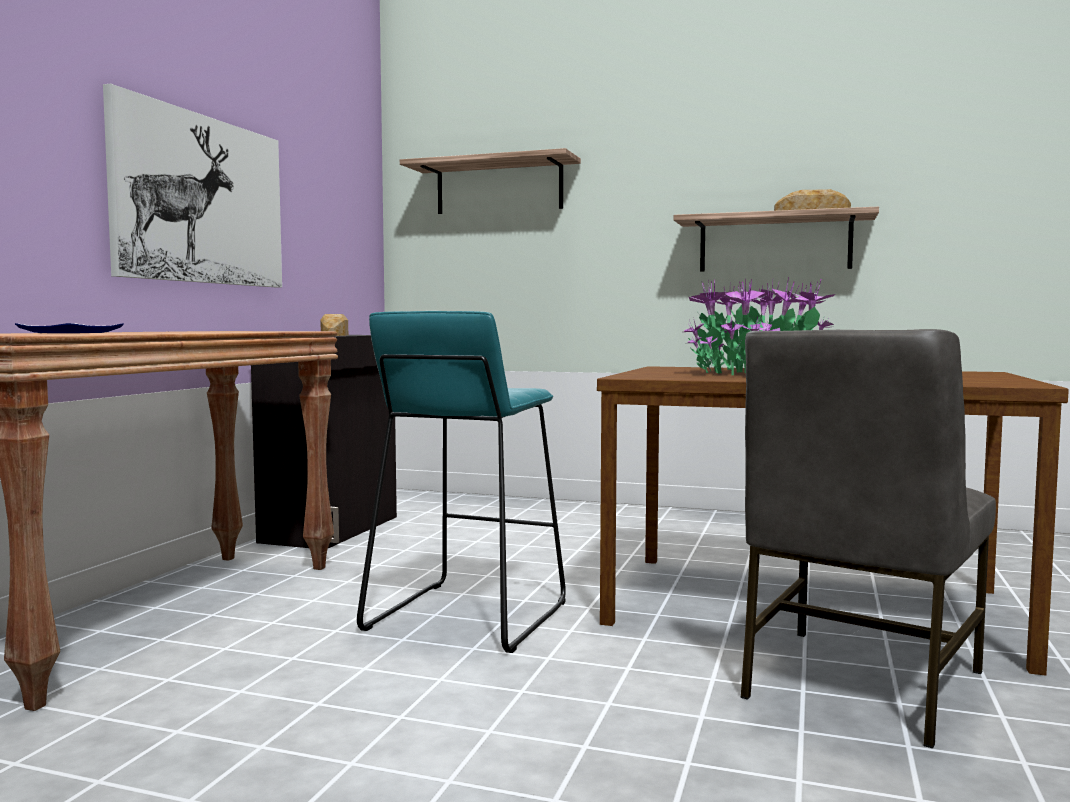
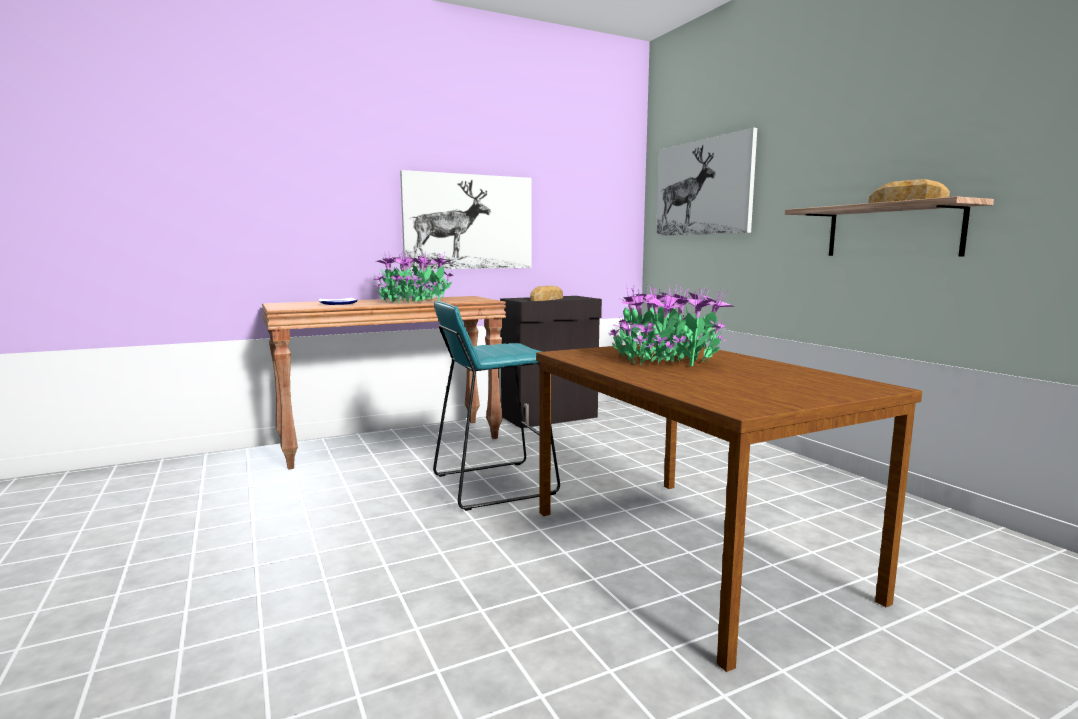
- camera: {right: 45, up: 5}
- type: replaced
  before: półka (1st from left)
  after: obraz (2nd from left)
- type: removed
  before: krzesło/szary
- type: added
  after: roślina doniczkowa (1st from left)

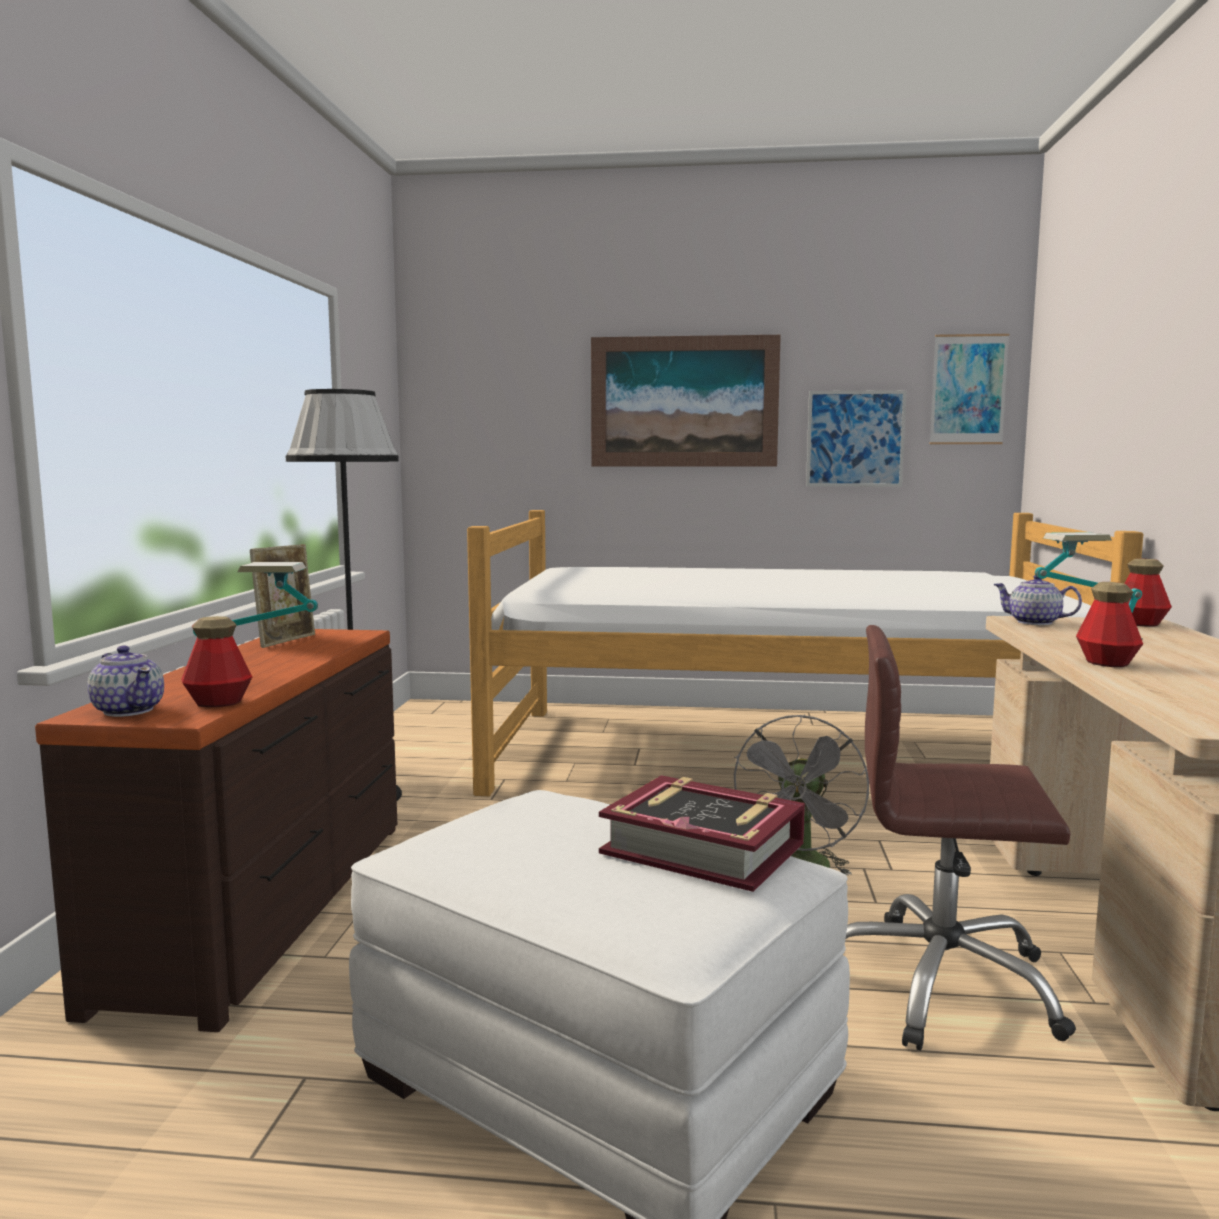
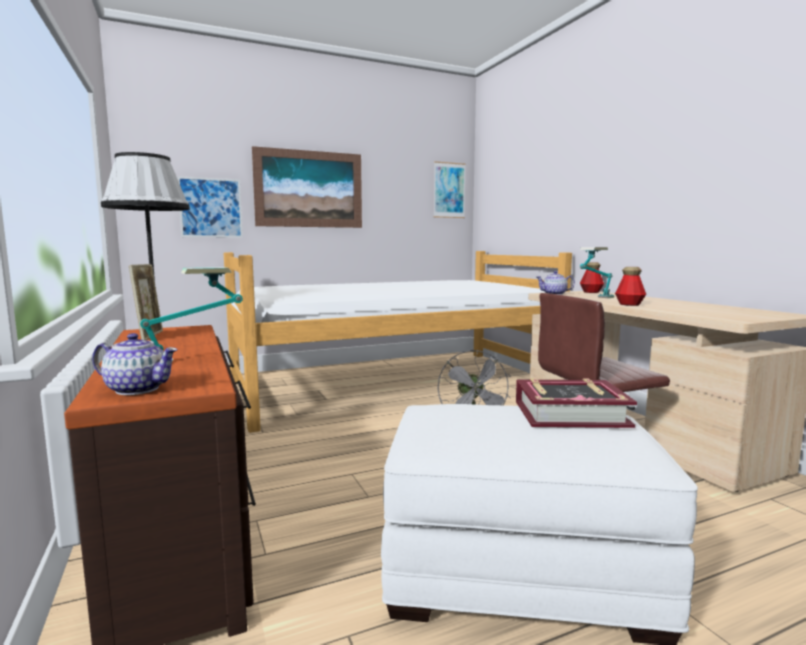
- camera: {right: -30, up: 0}
- type: moved
  before: obraz (2nd from left in the first image)
  after: obraz (1st from left)
- type: removed
  before: butelka (1st from left)

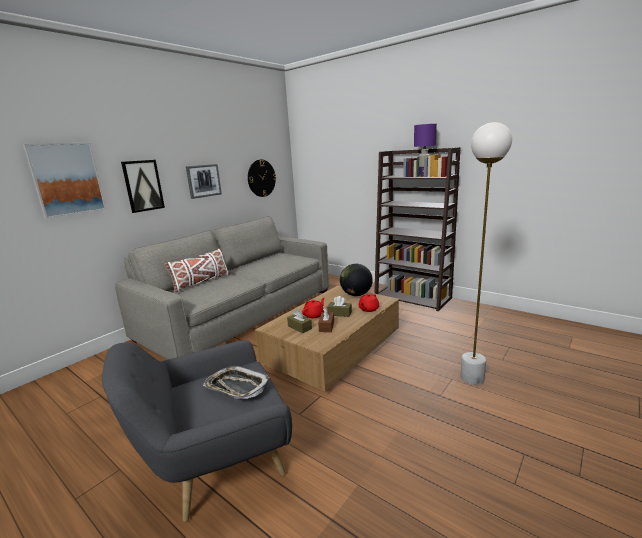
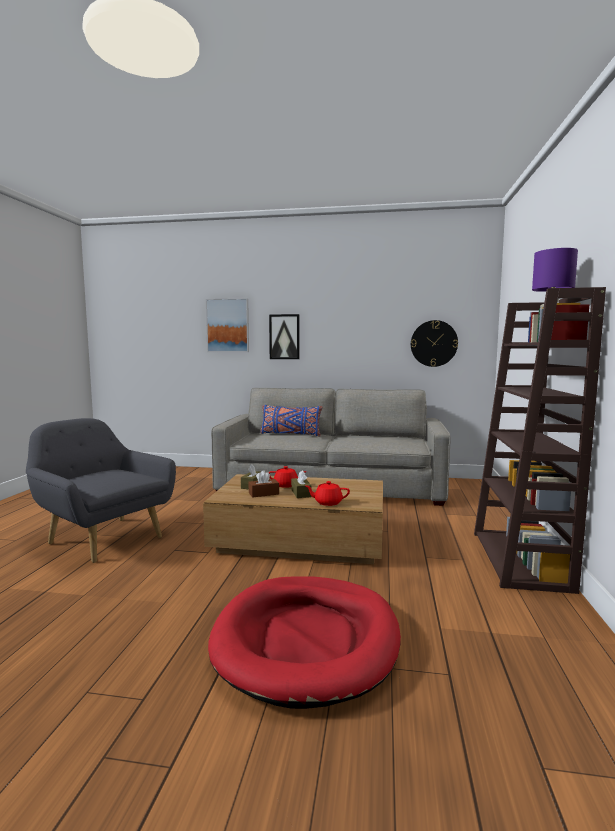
- camera: {right: 60, up: -10}
- type: replaced
  before: lampa stojąca/biały
  after: legowisko/czerwony
- type: removed
  before: obraz (3rd from left)
- type: recoloured
  before: poduszka/biały
  after: poduszka/niebieski
- type: removed
  before: globus
- type: removed
  before: taca

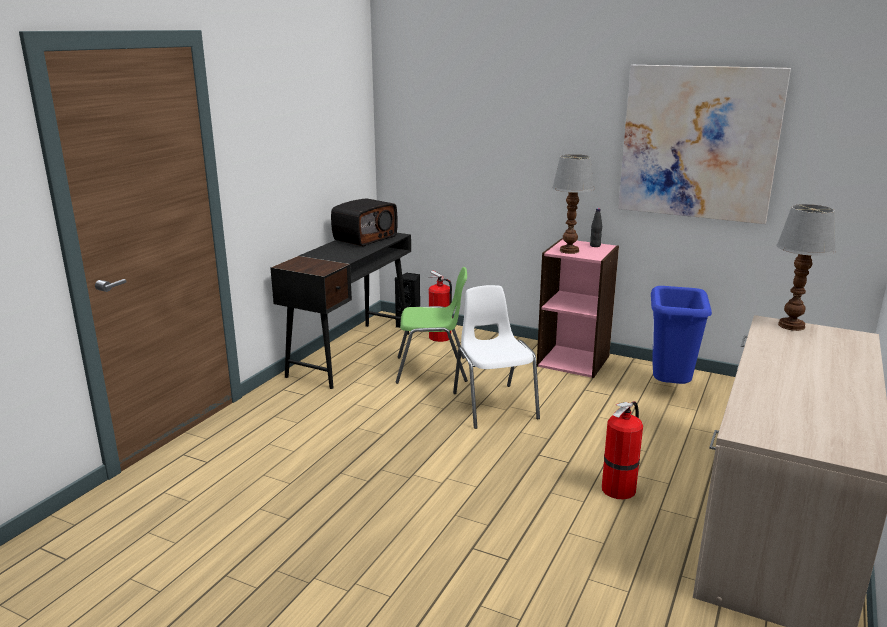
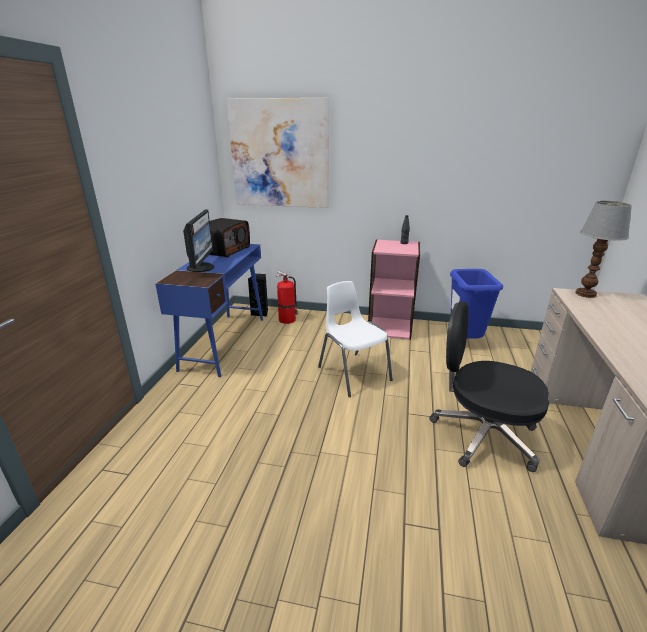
- camera: {right: -15, up: 5}
- type: moved
  before: obraz
- type: removed
  before: lampa stołowa (1st from left)
- type: recoloured
  before: biurko/czarny
  after: biurko/niebieski
- type: removed
  before: krzesło/zielony
- type: replaced
  before: gaśnica (2nd from left)
  after: krzesło biurowe/czarny
- type: added
  after: monitor

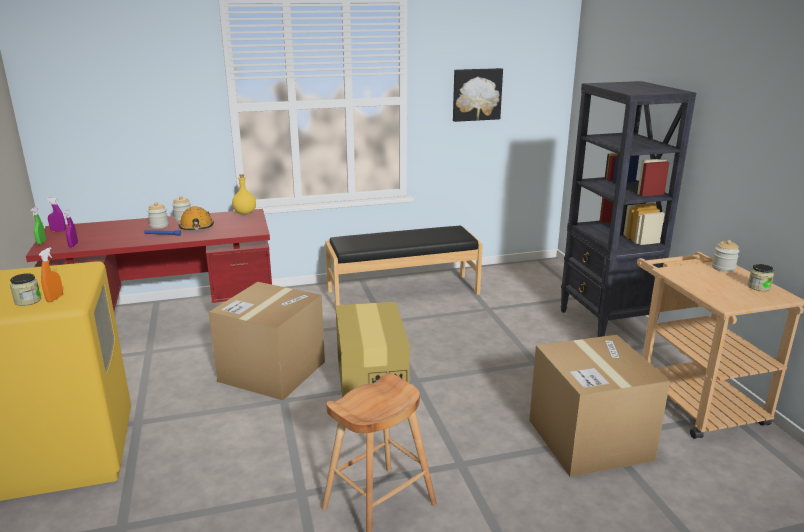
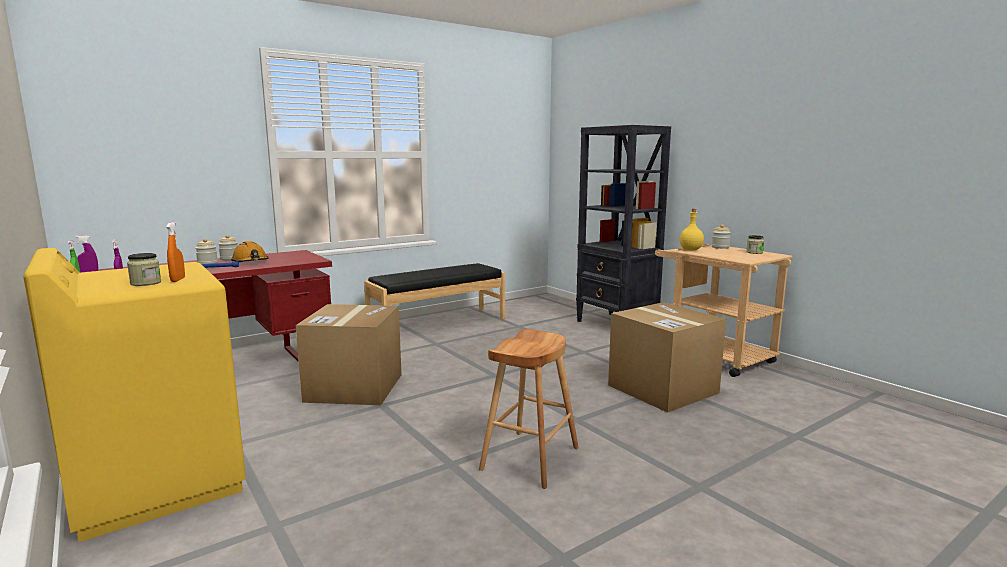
- camera: {right: -20, up: -10}
- type: removed
  before: obraz
- type: moved
  before: butelka/żółty
- type: removed
  before: karton (2nd from left)

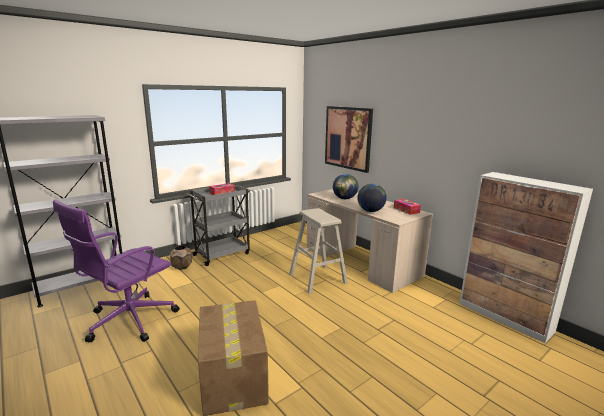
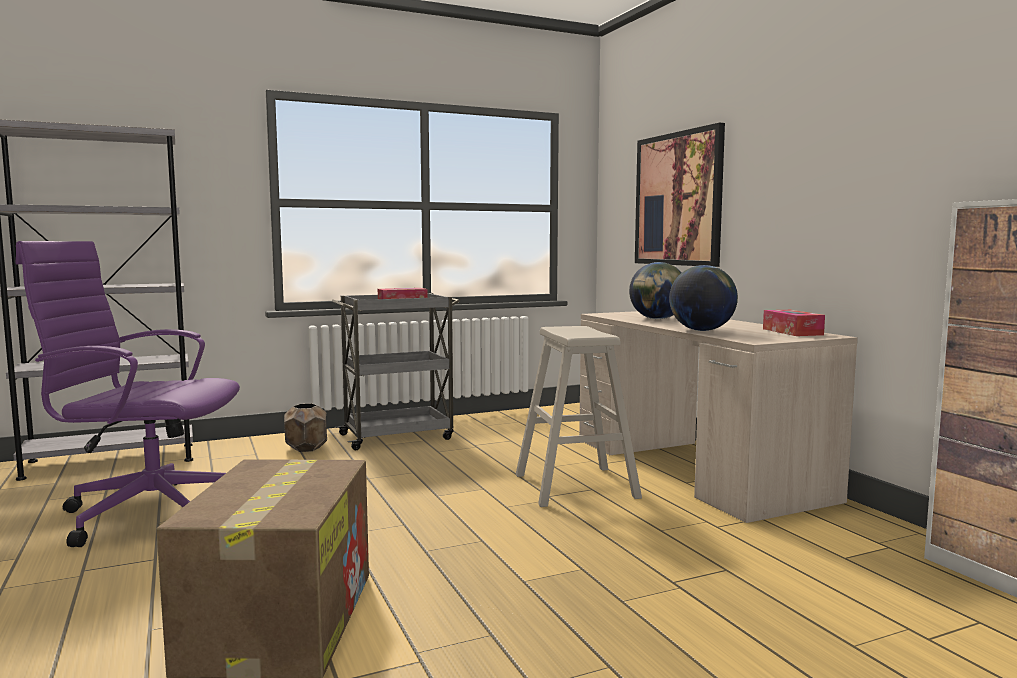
- camera: {right: 15, up: -10}
- type: turned
  before: krzesło biurowe/fioletowy
  turn: 45

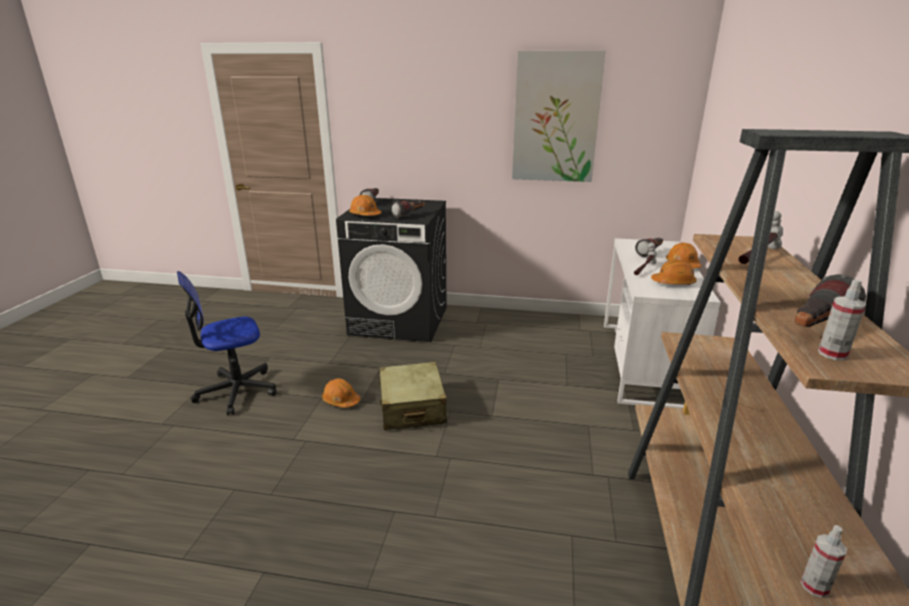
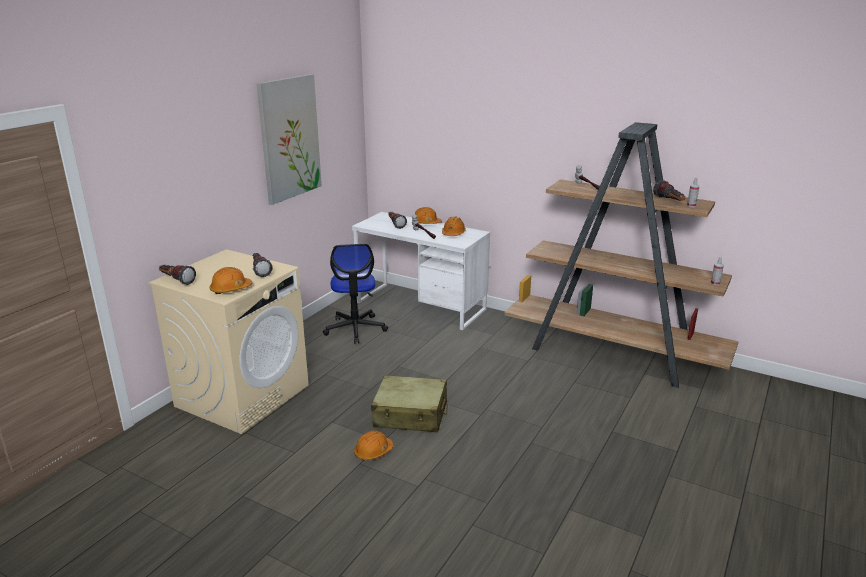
- camera: {right: -70, up: 0}
- type: recoloured
  before: pralka/czarny
  after: pralka/beżowy
- type: moved
  before: krzesło biurowe

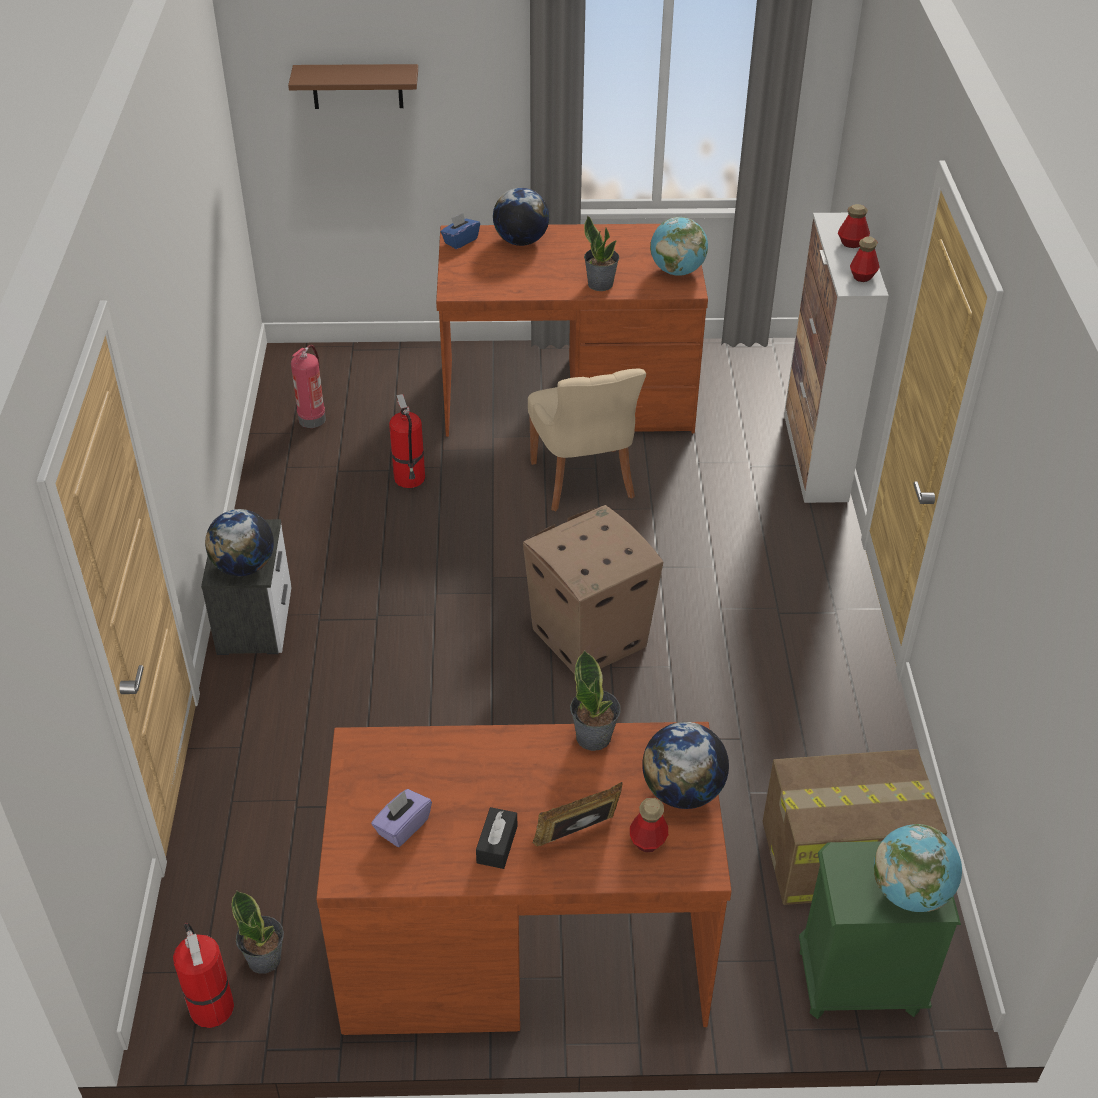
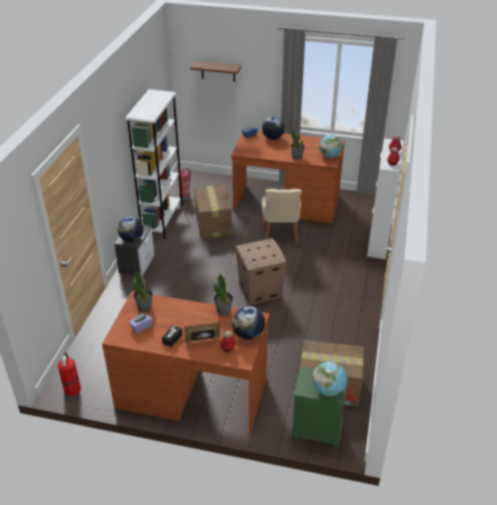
- camera: {right: 15, up: -5}
- type: replaced
  before: gaśnica (3rd from left)
  after: karton (1st from left)
- type: moved
  before: roślina doniczkowa (1st from left)
- type: added
  after: regał/biały

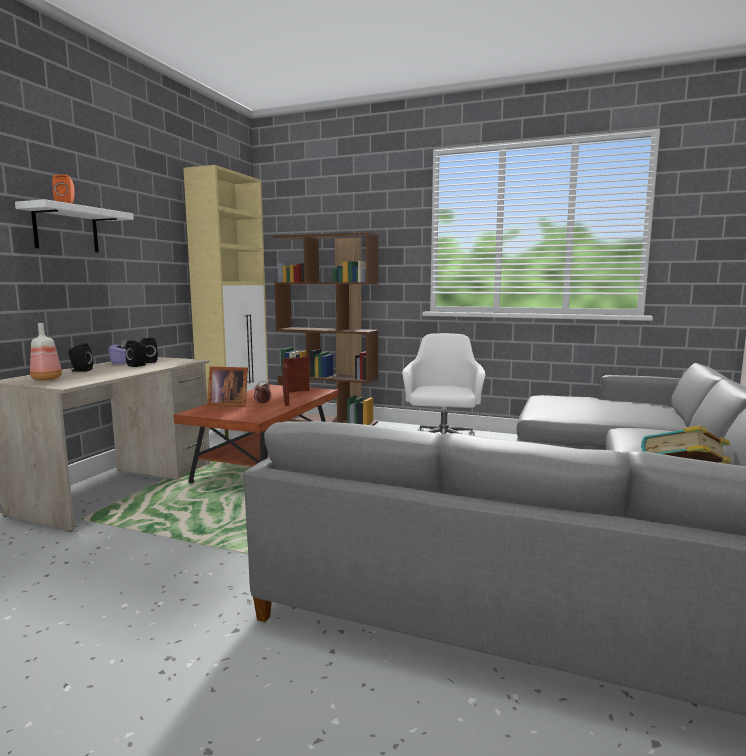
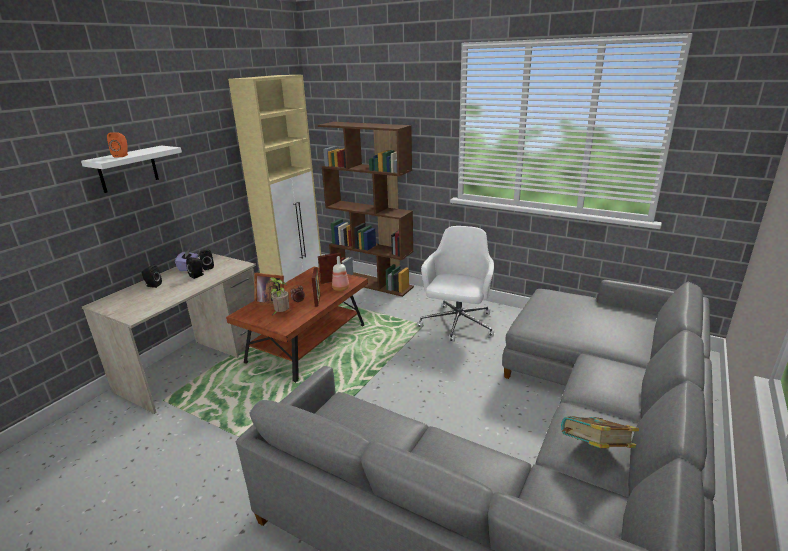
- camera: {right: 10, up: 15}
- type: moved
  before: butelka
- type: added
  after: roślina doniczkowa

